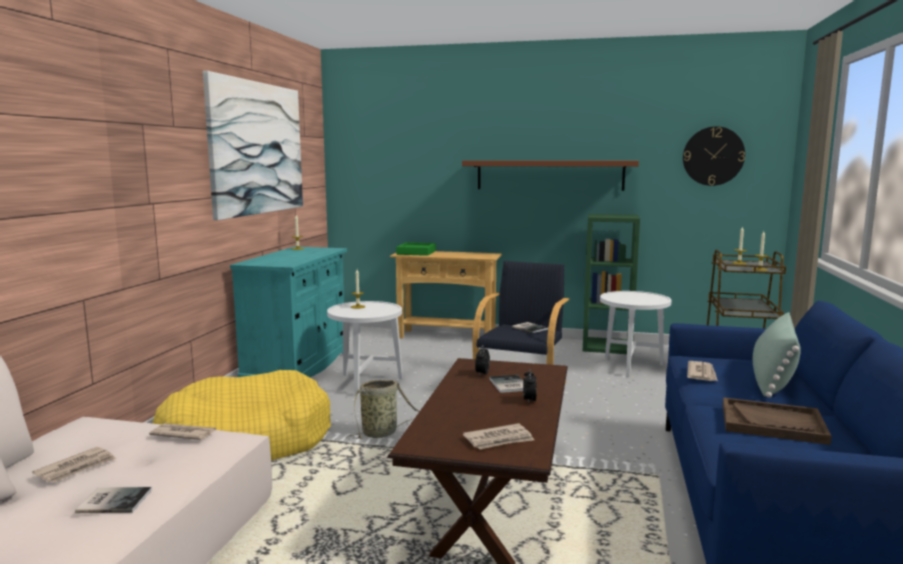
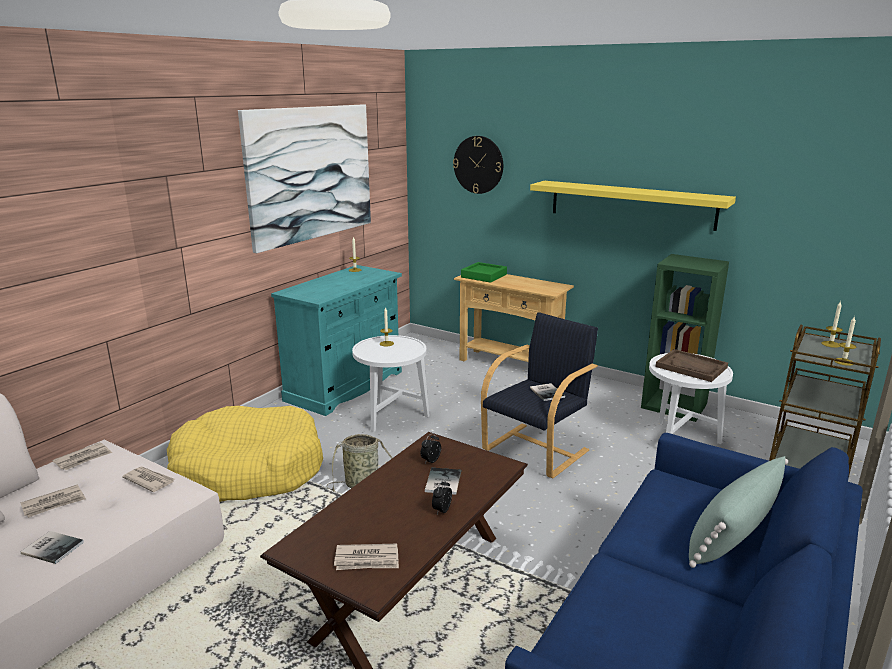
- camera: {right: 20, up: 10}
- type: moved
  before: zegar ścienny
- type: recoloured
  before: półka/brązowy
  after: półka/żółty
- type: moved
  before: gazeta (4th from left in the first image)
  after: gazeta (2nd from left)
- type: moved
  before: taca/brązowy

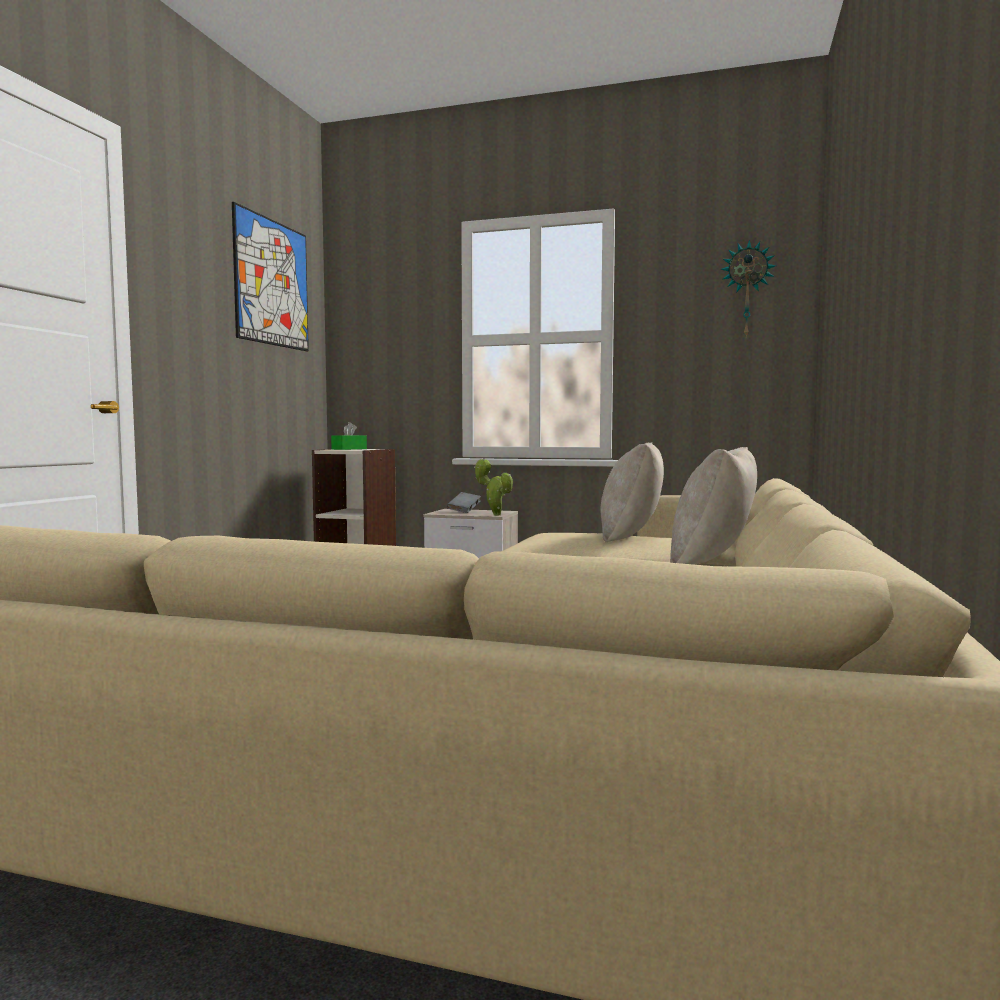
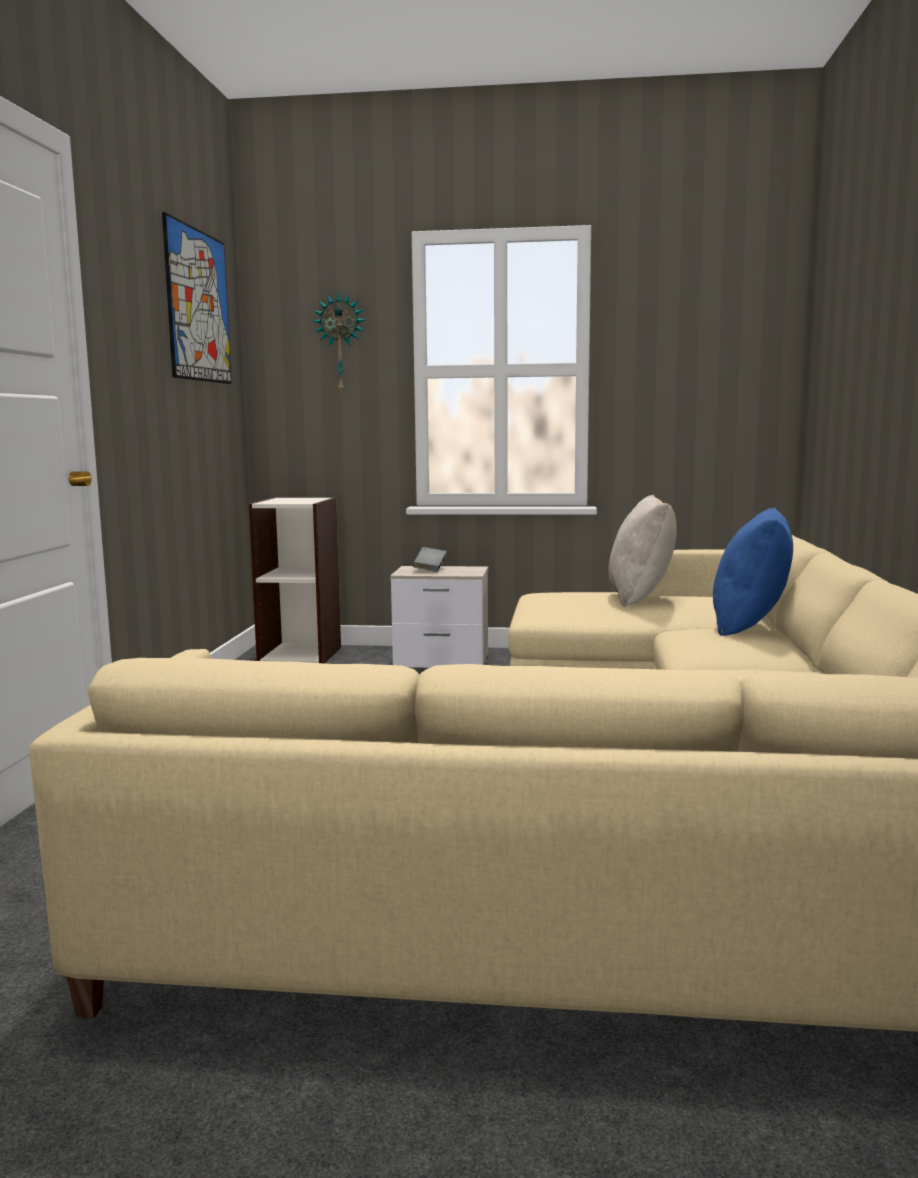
- camera: {right: -10, up: 5}
- type: moved
  before: zegar ścienny
- type: removed
  before: pudełko chusteczek/zielony
- type: recoloured
  before: poduszka/beżowy (2nd from left)
  after: poduszka/niebieski
- type: removed
  before: roślina doniczkowa

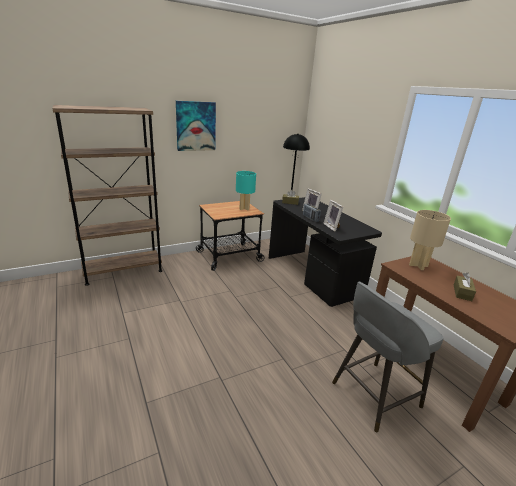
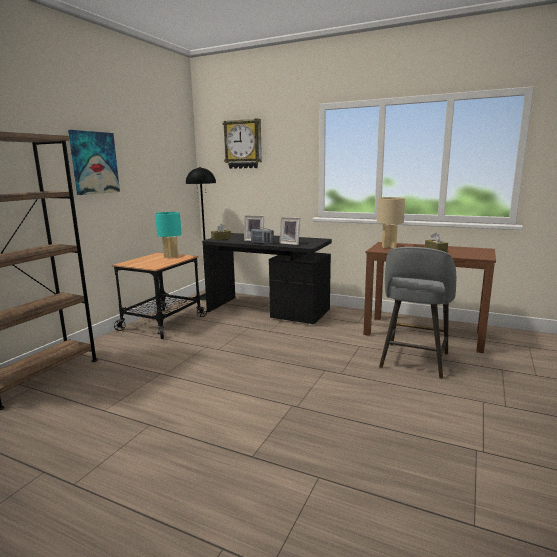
- camera: {right: -35, up: -10}
- type: added
  after: zegar ścienny

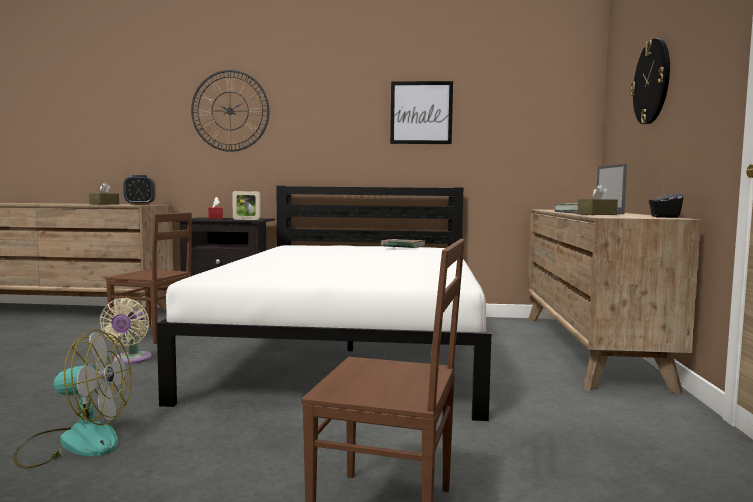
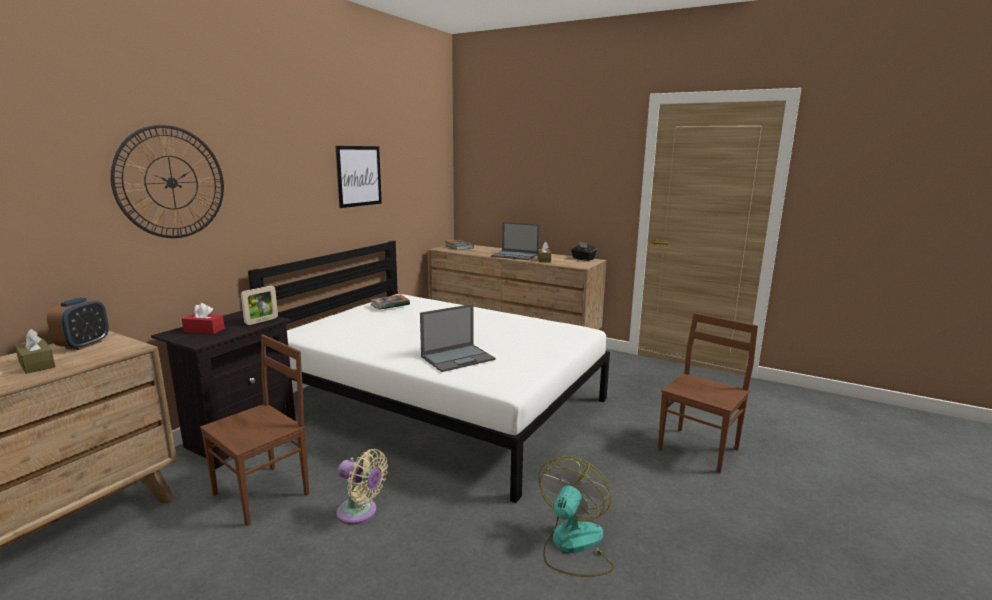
- camera: {right: -65, up: 10}
- type: removed
  before: zegar ścienny (2nd from left)
- type: added
  after: laptop (1st from left)

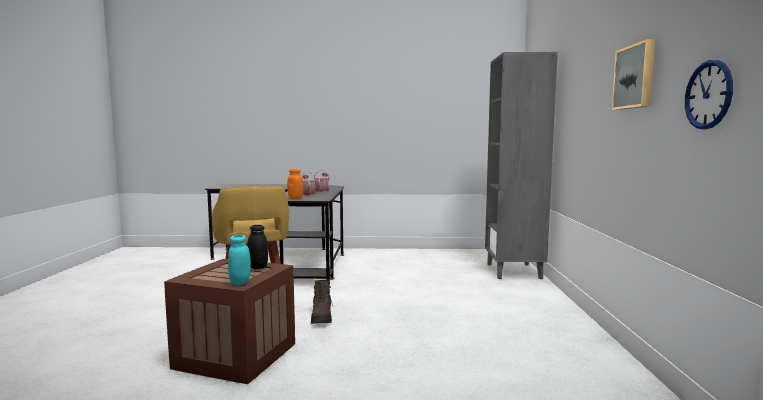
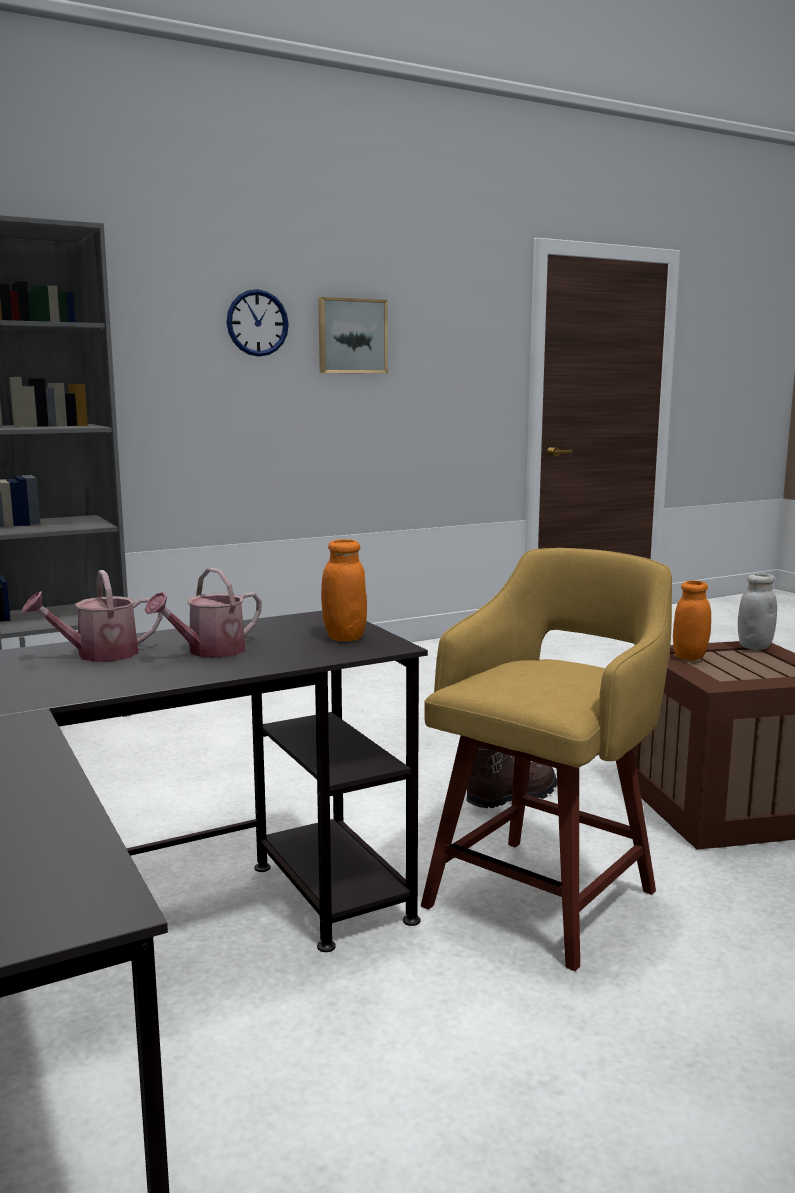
- camera: {right: -120, up: 5}
- type: moved
  before: zegar ścienny
- type: recoloured
  before: słoik/czarny
  after: słoik/pomarańczowy (2nd from left)
- type: recoloured
  before: słoik/turkusowy
  after: słoik/biały

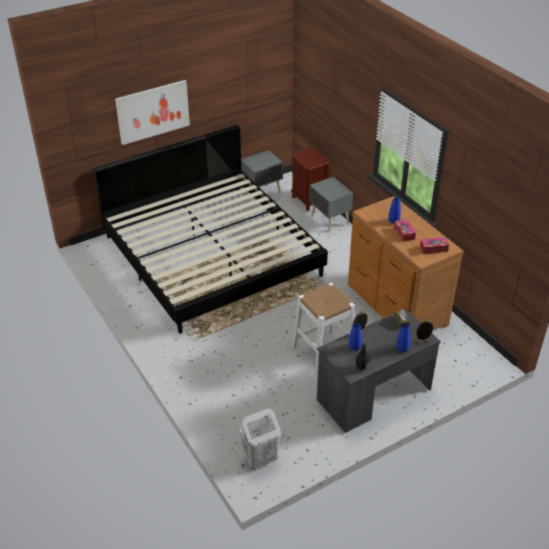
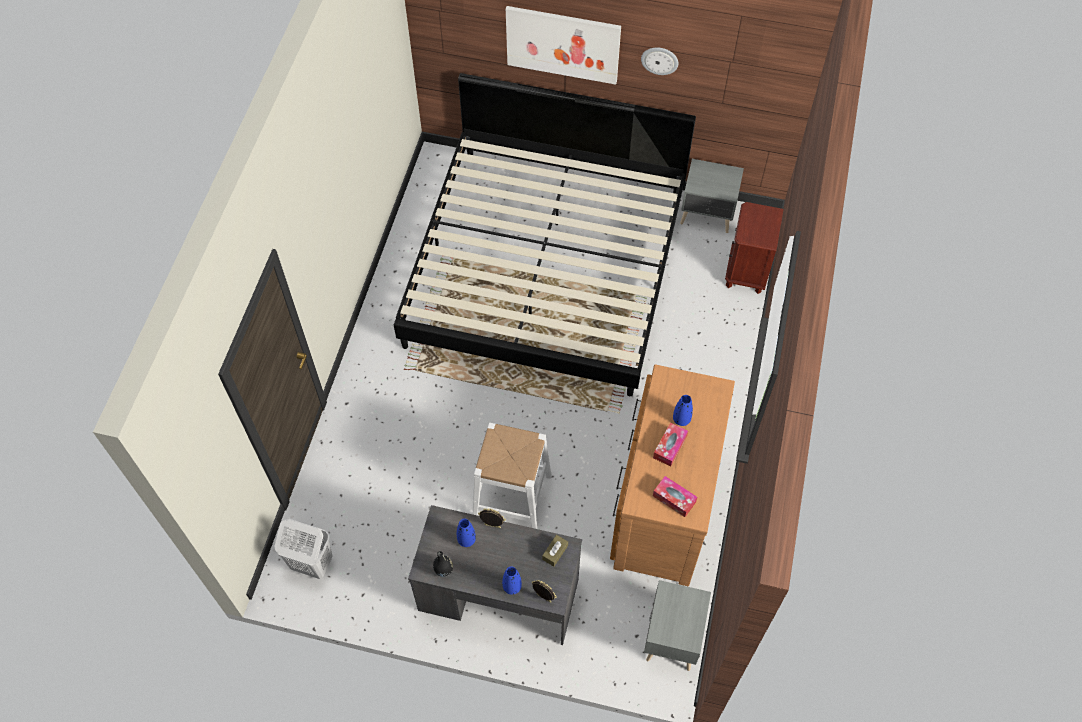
- camera: {right: 45, up: 20}
- type: moved
  before: szafka nocna/szary (2nd from left in the first image)
  after: szafka nocna/szary (1st from left)
- type: added
  after: zegar ścienny

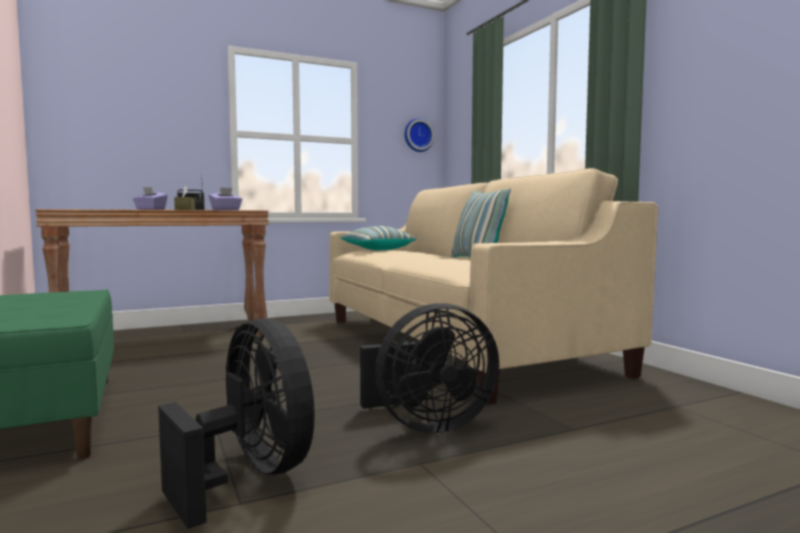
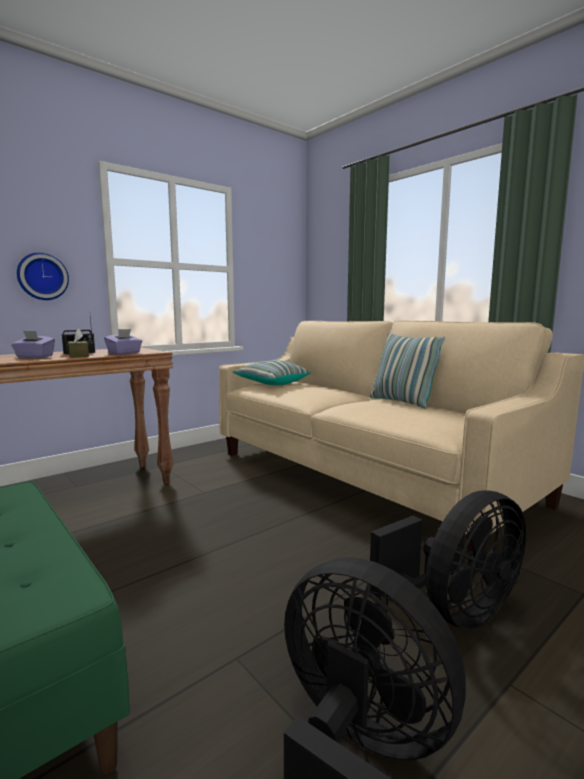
- camera: {right: -15, up: 5}
- type: moved
  before: zegar ścienny

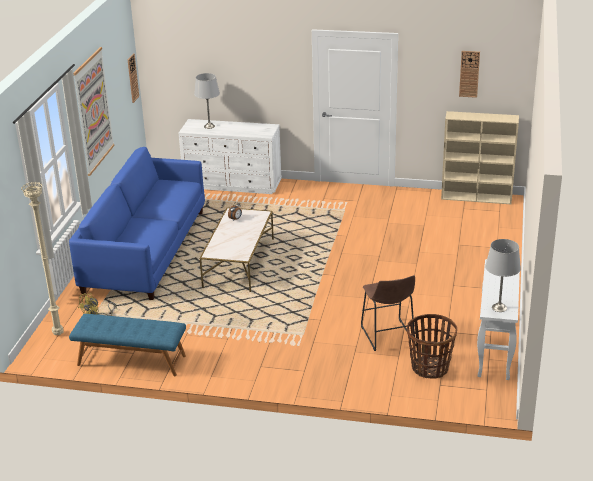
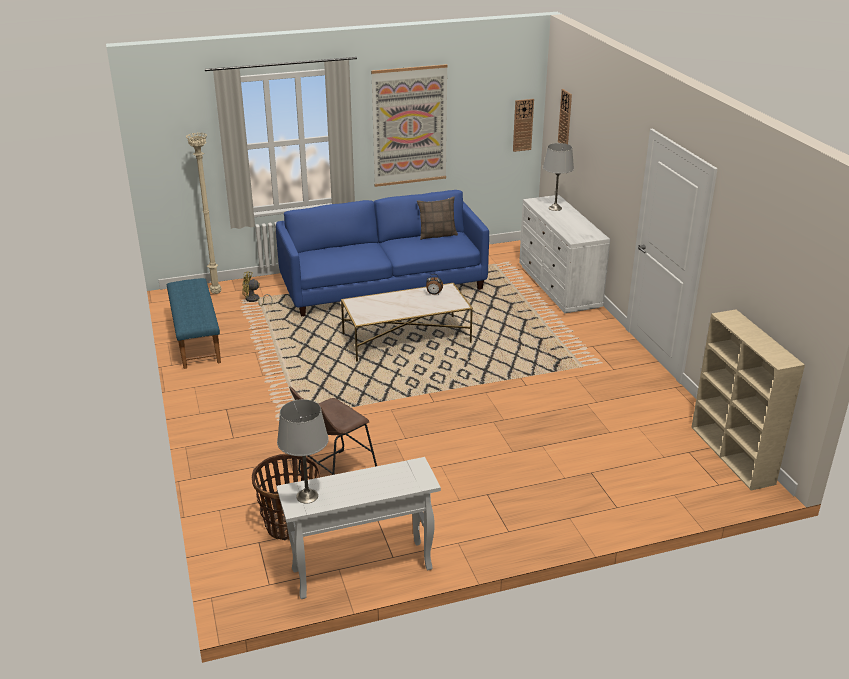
- camera: {right: 60, up: 0}
- type: moved
  before: zegar ścienny (2nd from left)
- type: added
  after: poduszka

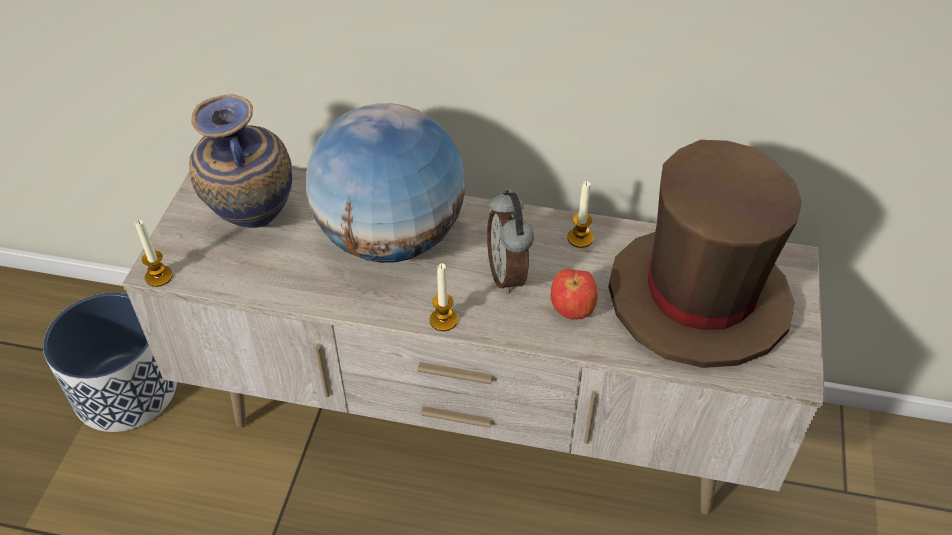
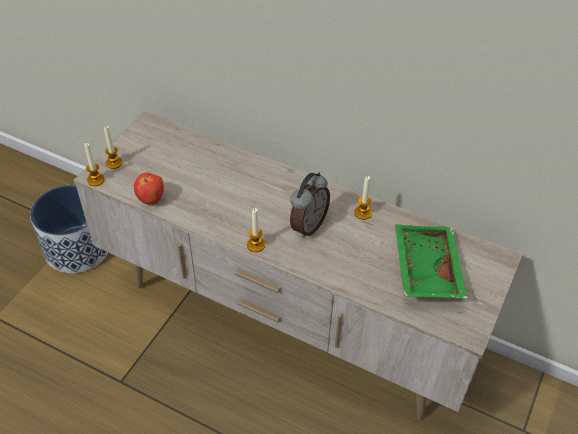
- camera: {right: 15, up: 0}
- type: removed
  before: wazon
- type: removed
  before: globus
- type: replaced
  before: kapelusz/brązowy
  after: taca/zielony
- type: turned
  before: budzik
  turn: -150
- type: moved
  before: jabłko
- type: added
  after: świeca (2nd from left)

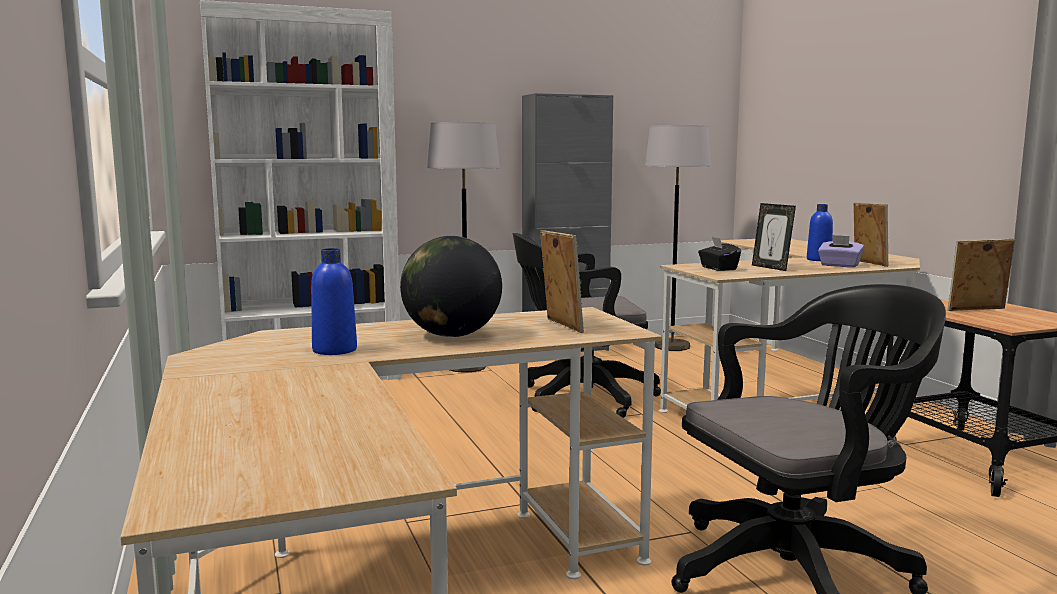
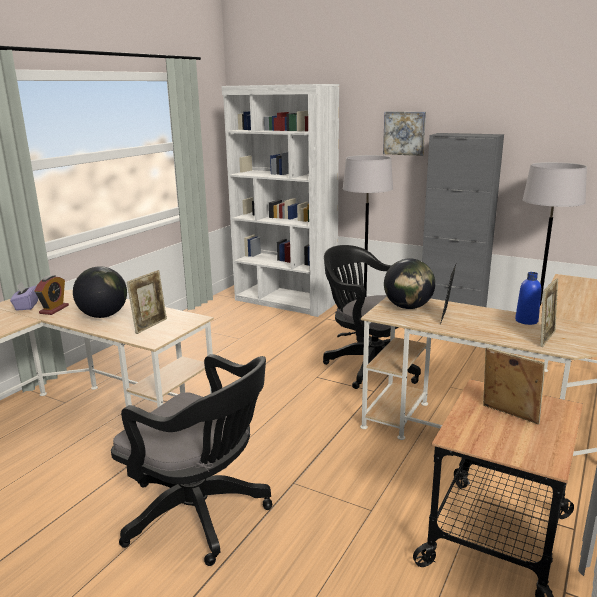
- camera: {right: 50, up: 10}
- type: moved
  before: pudełko chusteczek/fioletowy
- type: replaced
  before: pudełko chusteczek/czarny
  after: globus (2nd from left)
- type: replaced
  before: butelka/niebieski (1st from left)
  after: budzik
- type: added
  after: obraz

